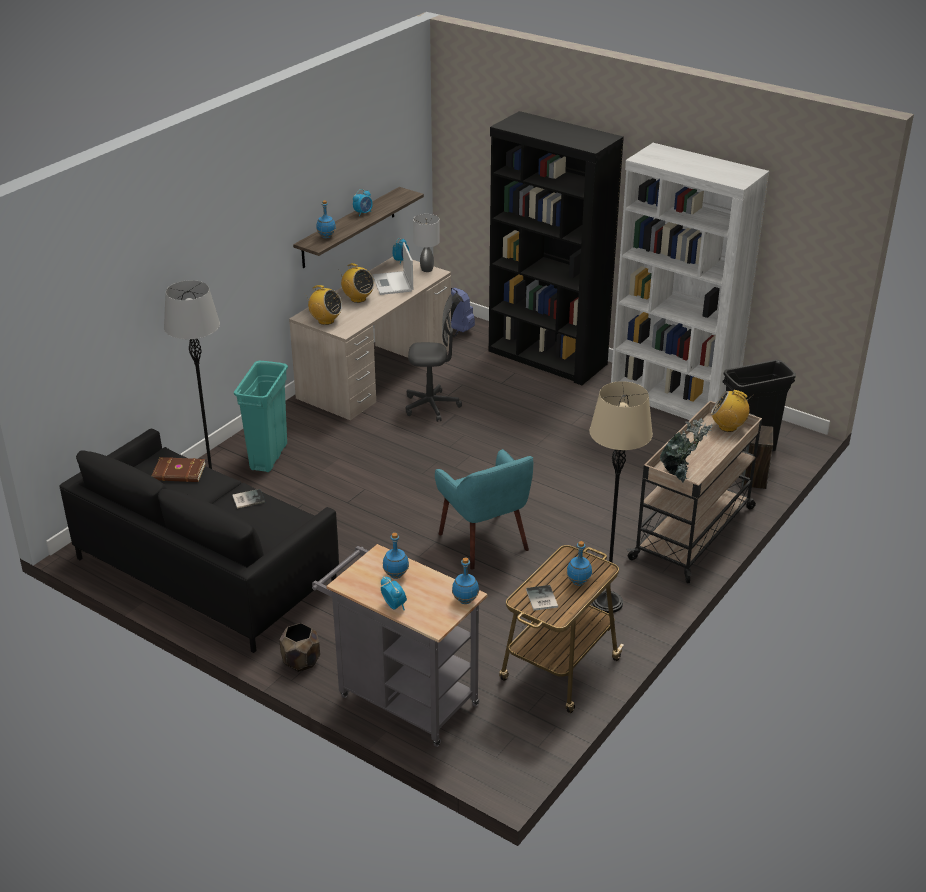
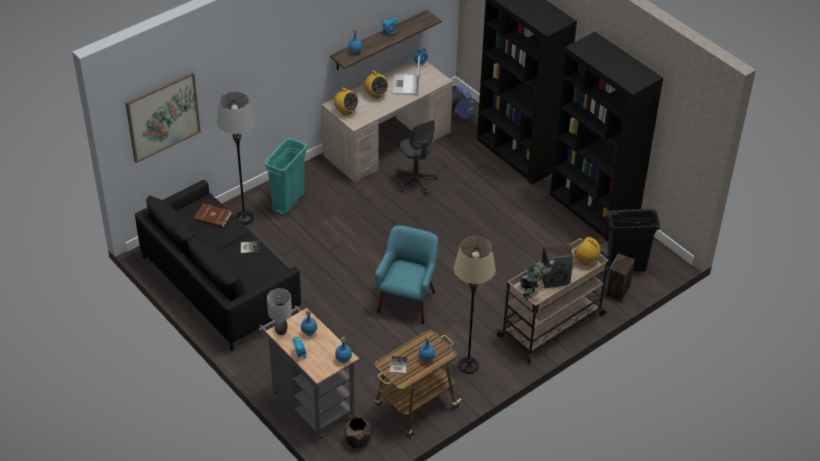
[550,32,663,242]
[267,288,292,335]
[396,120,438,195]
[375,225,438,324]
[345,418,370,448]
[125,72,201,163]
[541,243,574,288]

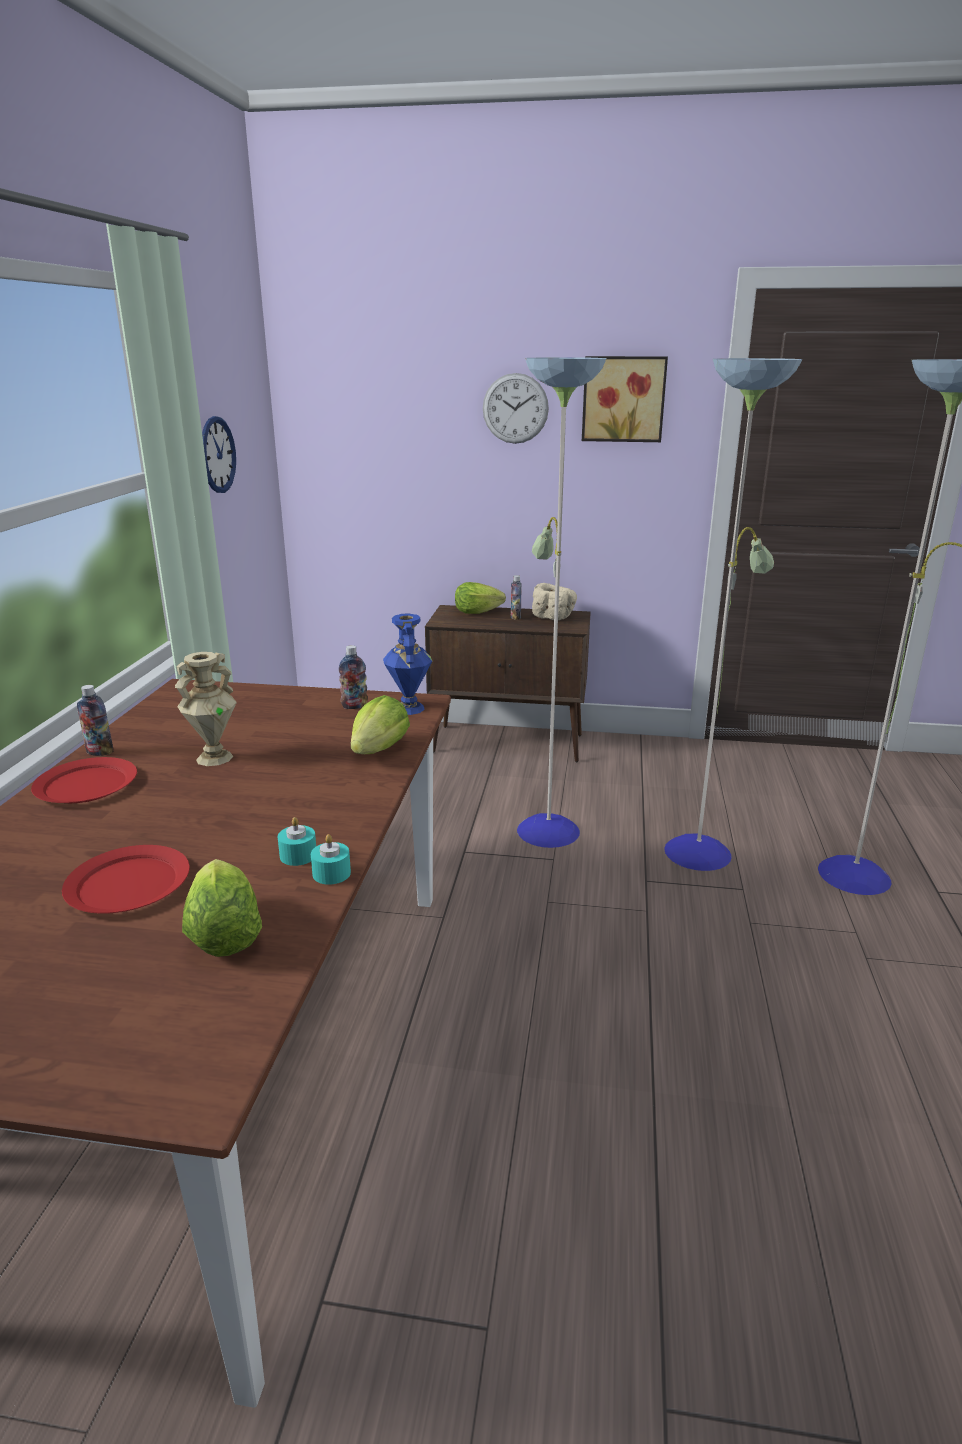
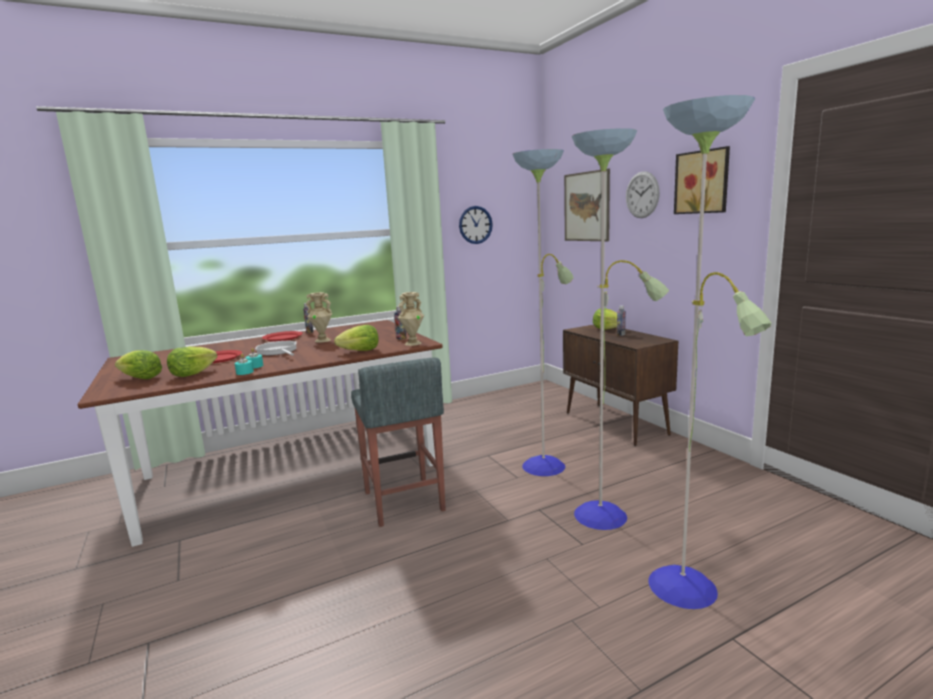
[532,583,577,620] (first image)
[398,292,424,346]
[564,169,610,241]
[255,341,297,356]
[115,350,162,379]
[351,357,446,527]

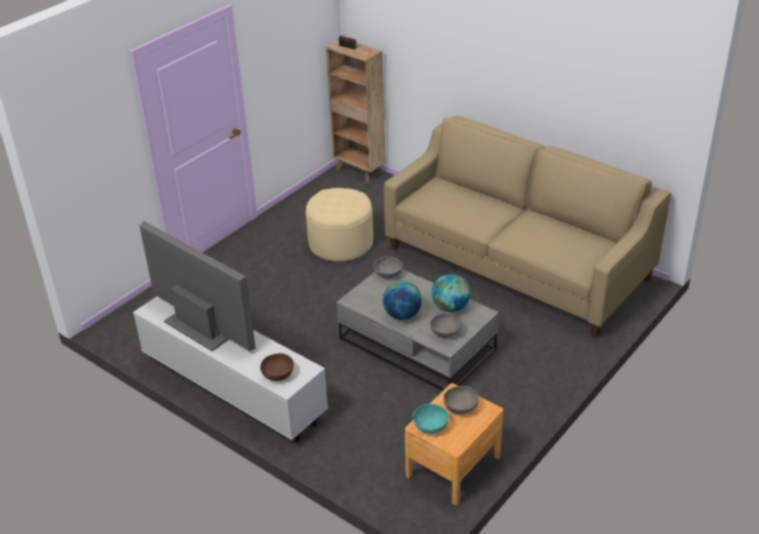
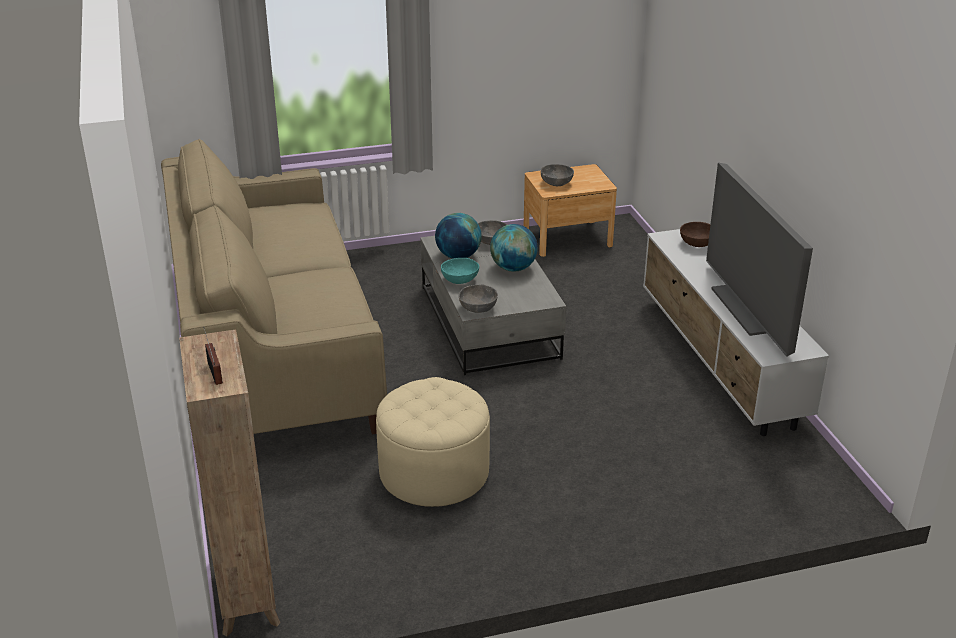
[441,258,479,284]

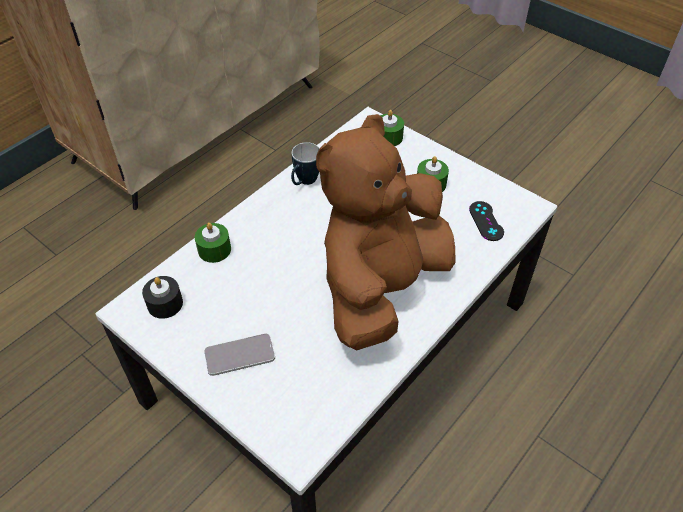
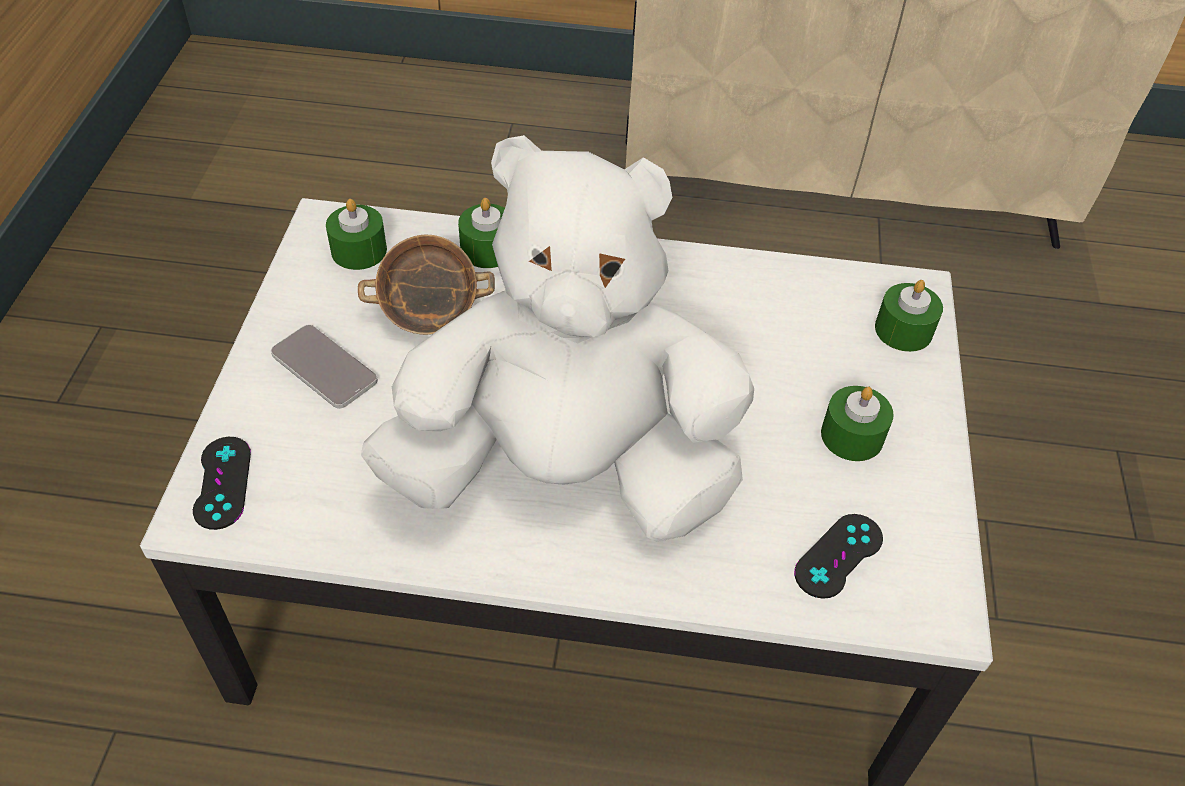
[361,135,754,542]
[291,142,320,185] (first image)
[326,199,387,270]
[358,235,495,335]
[193,437,251,530]

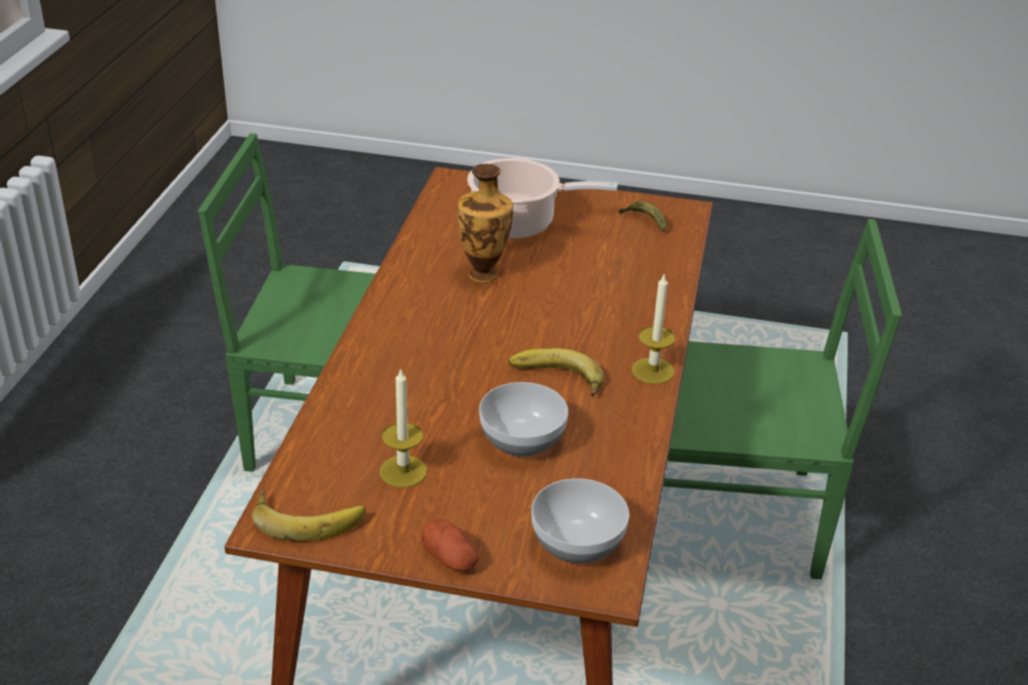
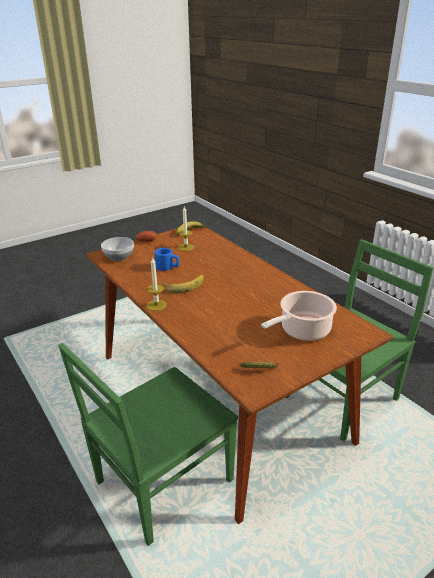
[457,164,513,283] (first image)
[155,248,179,271]

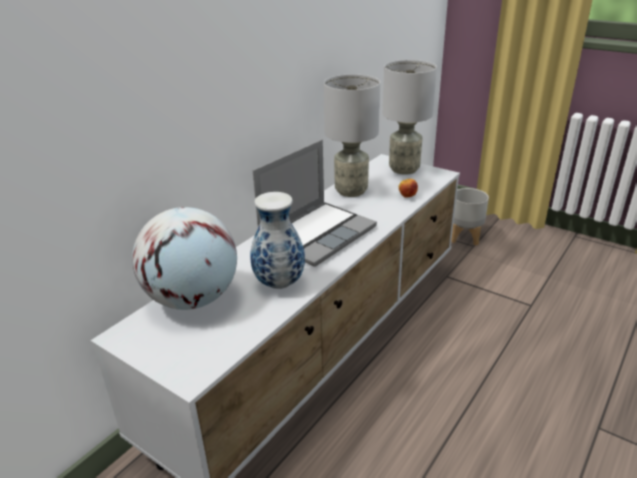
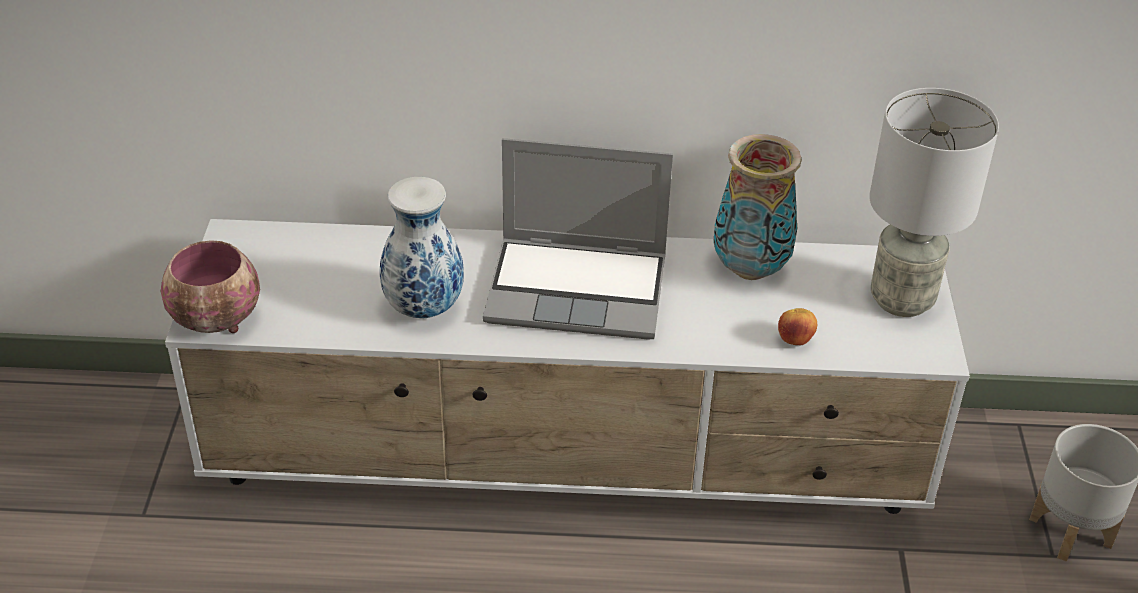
[713,134,802,280]
[132,207,237,310] (first image)
[161,240,260,333]

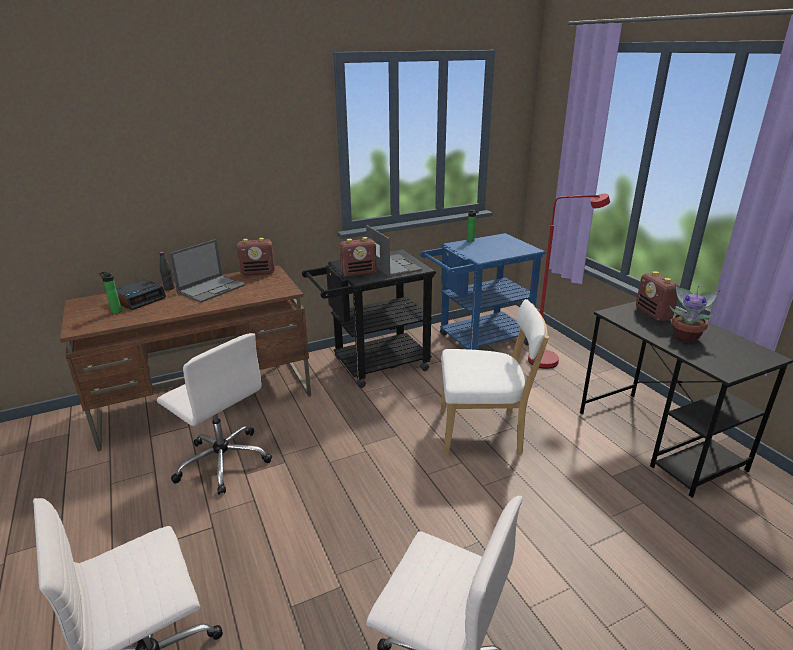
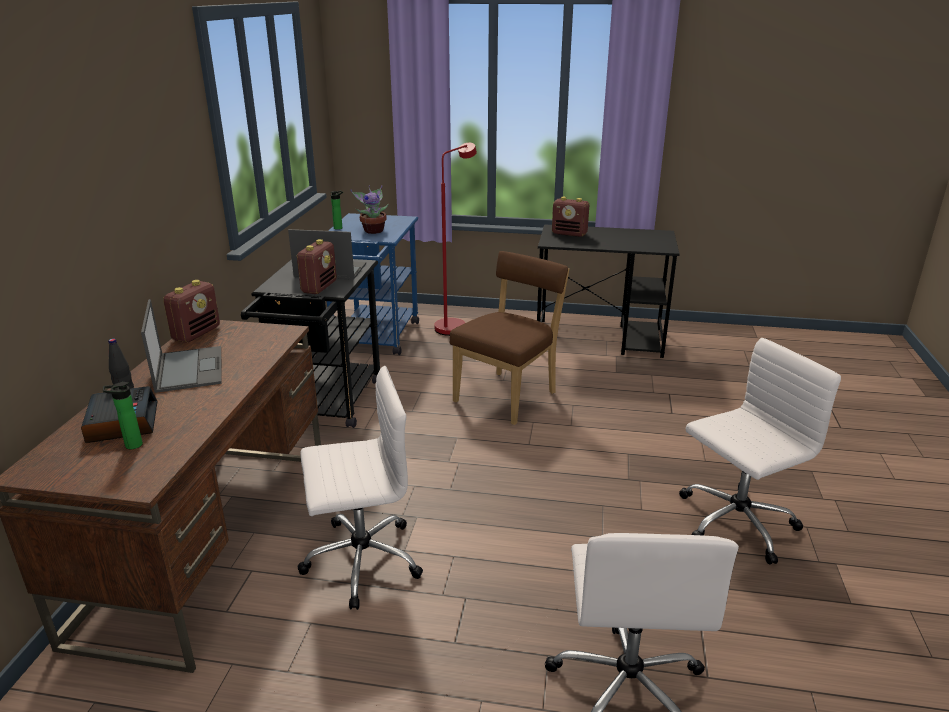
[350,185,389,234]
[450,251,569,425]

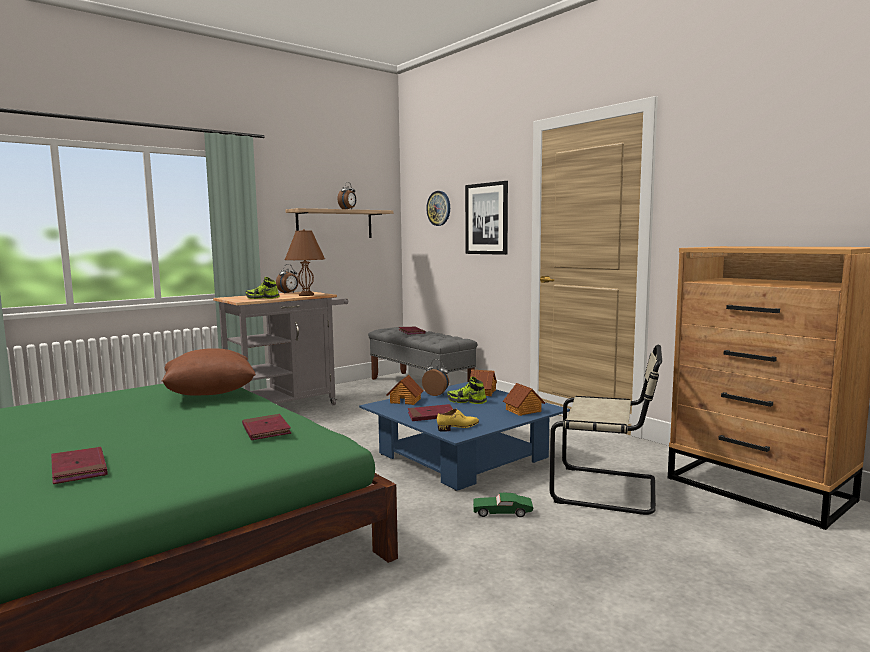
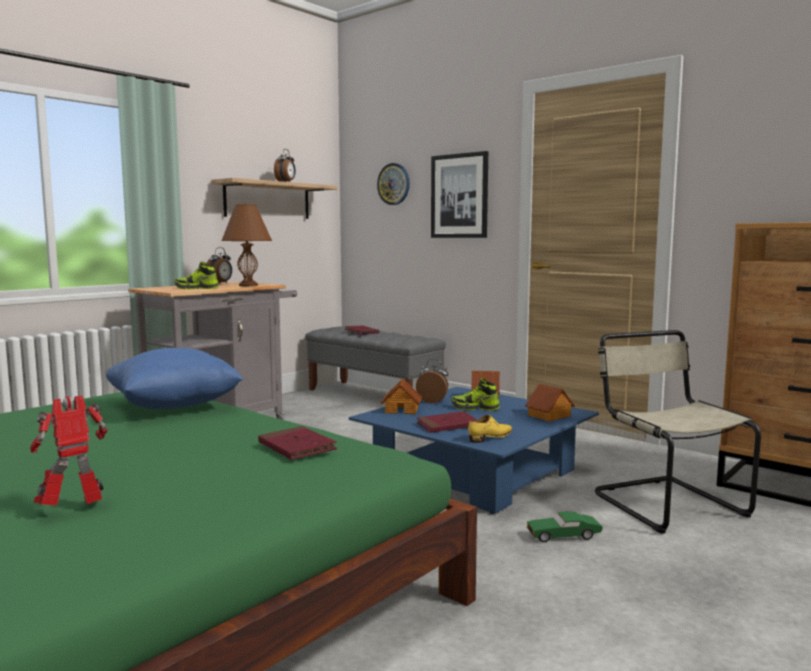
[595,330,761,534]
[106,348,243,409]
[30,395,108,505]

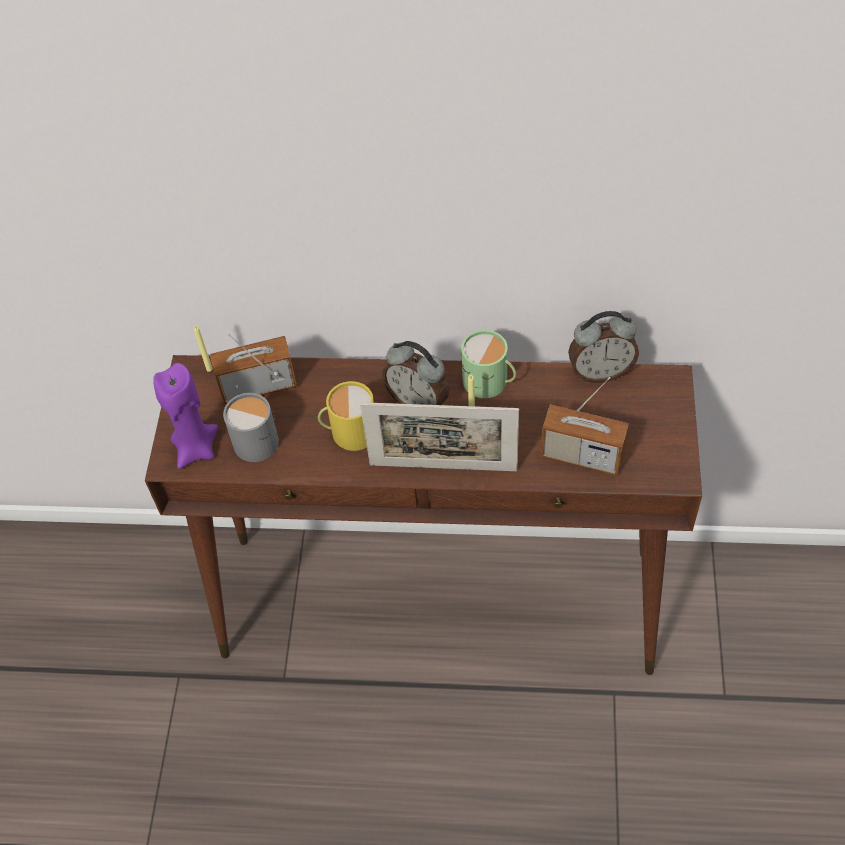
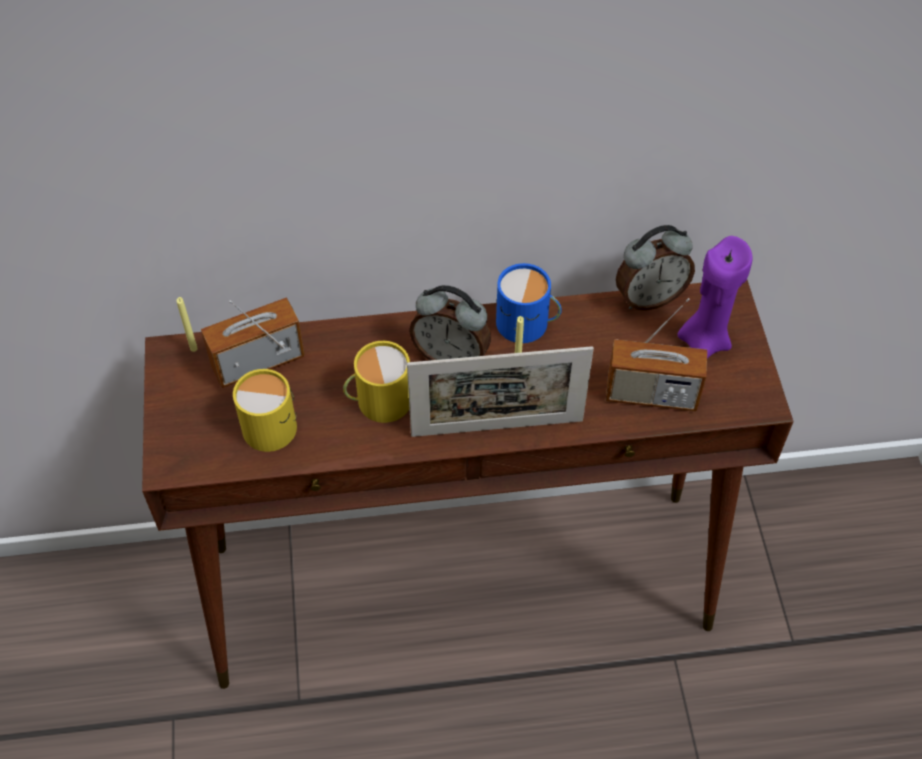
[496,263,562,343]
[678,236,752,359]
[233,369,297,452]

